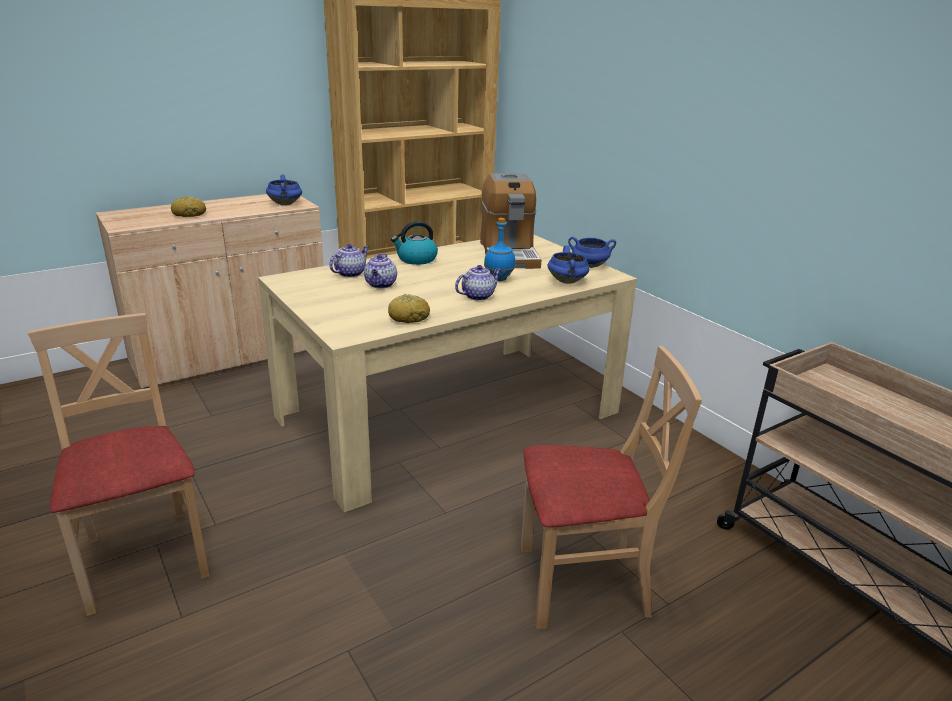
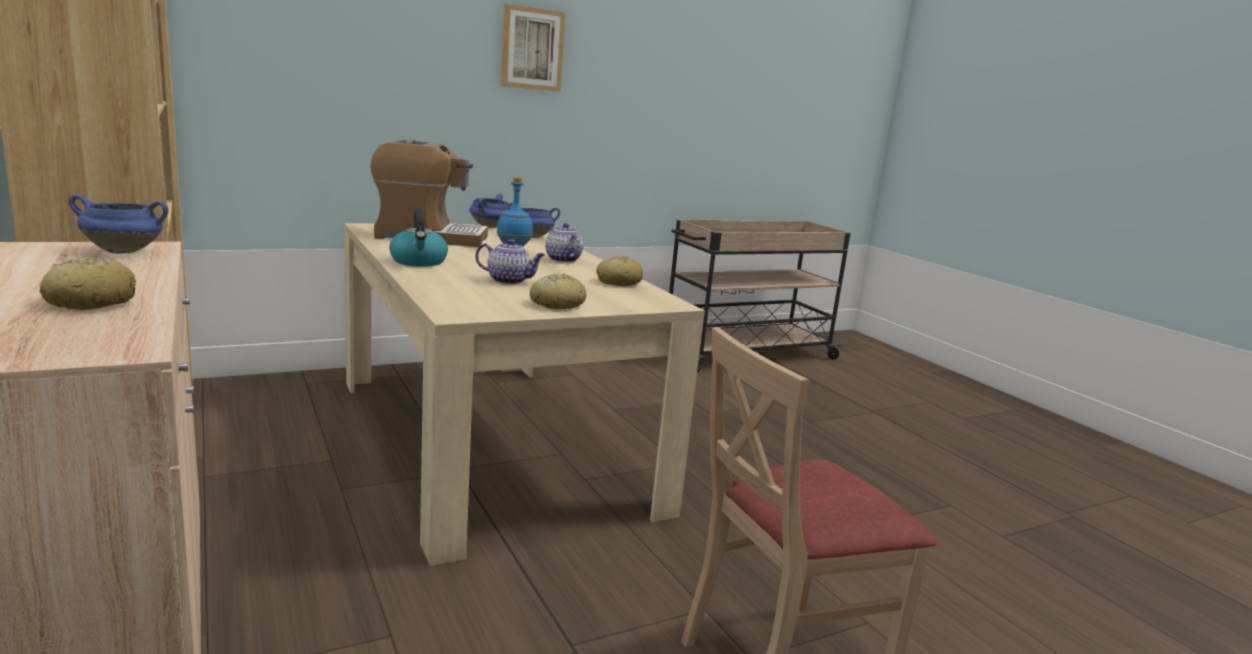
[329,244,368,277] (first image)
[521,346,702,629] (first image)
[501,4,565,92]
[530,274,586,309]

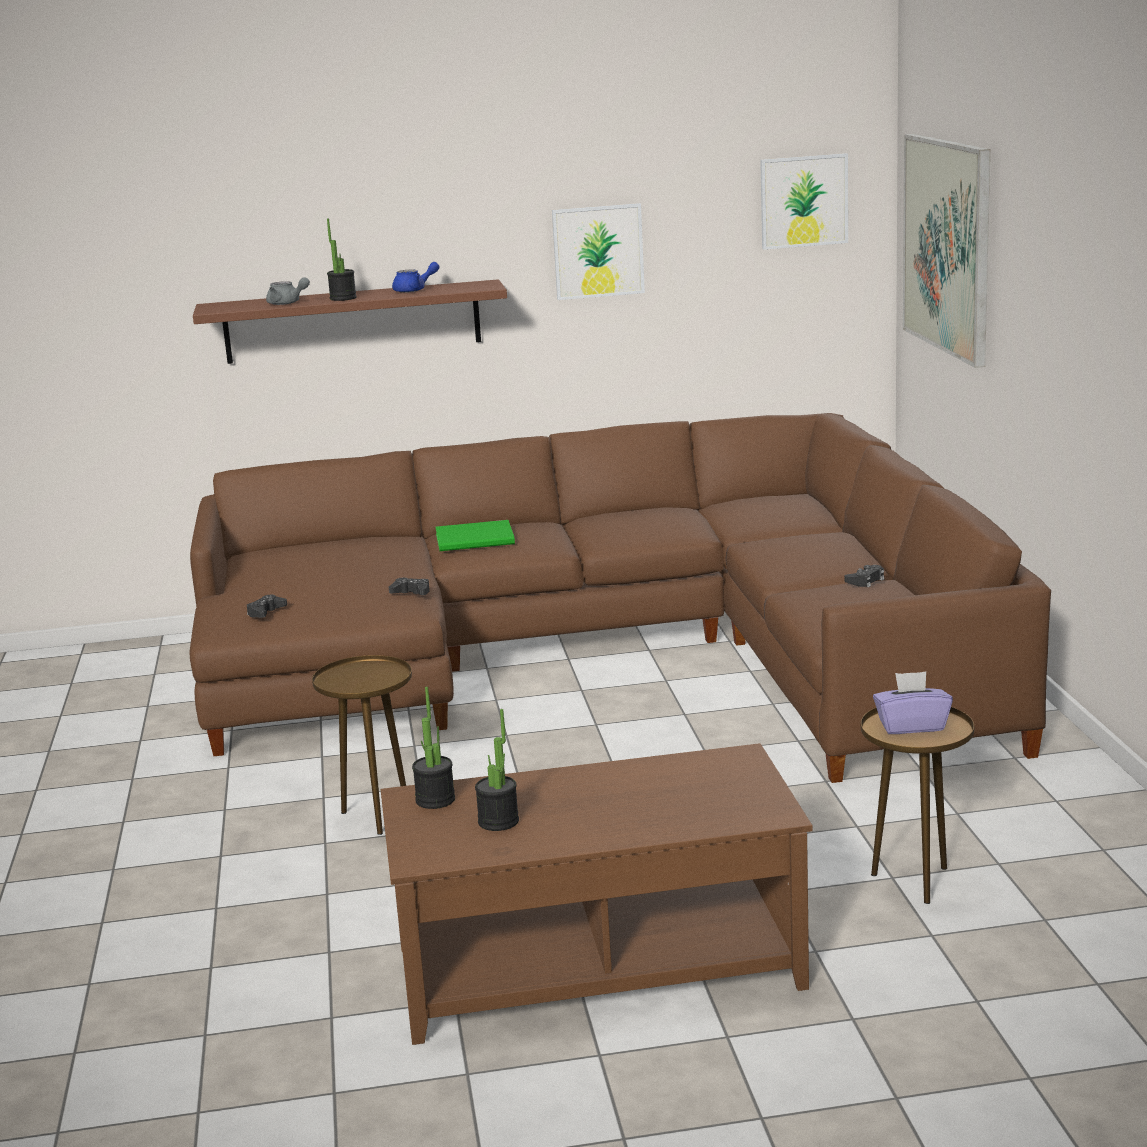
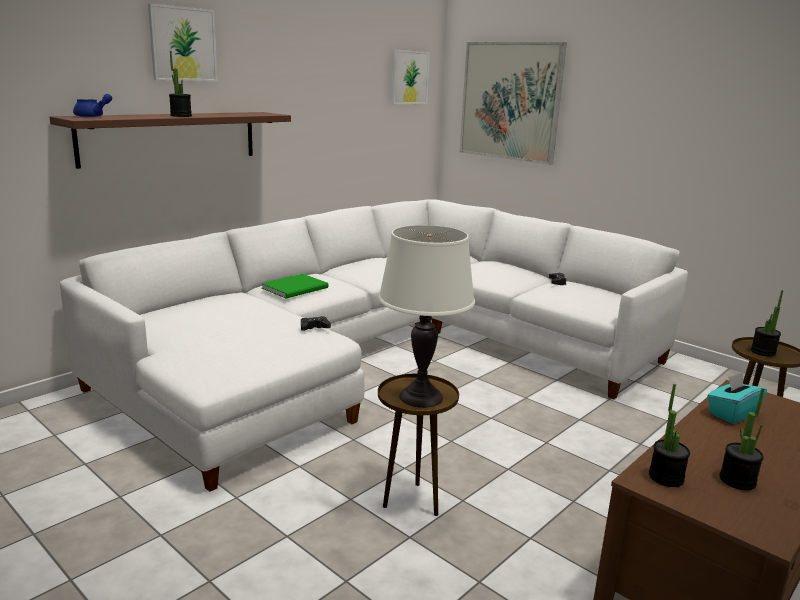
[148,3,218,81]
[73,94,112,117]
[266,277,310,305] (first image)
[60,199,688,492]
[247,595,287,618] (first image)
[751,290,783,357]
[378,225,475,408]
[707,372,767,424]

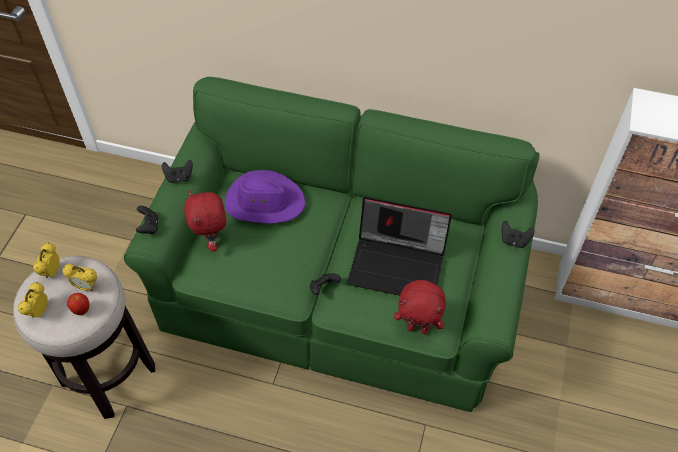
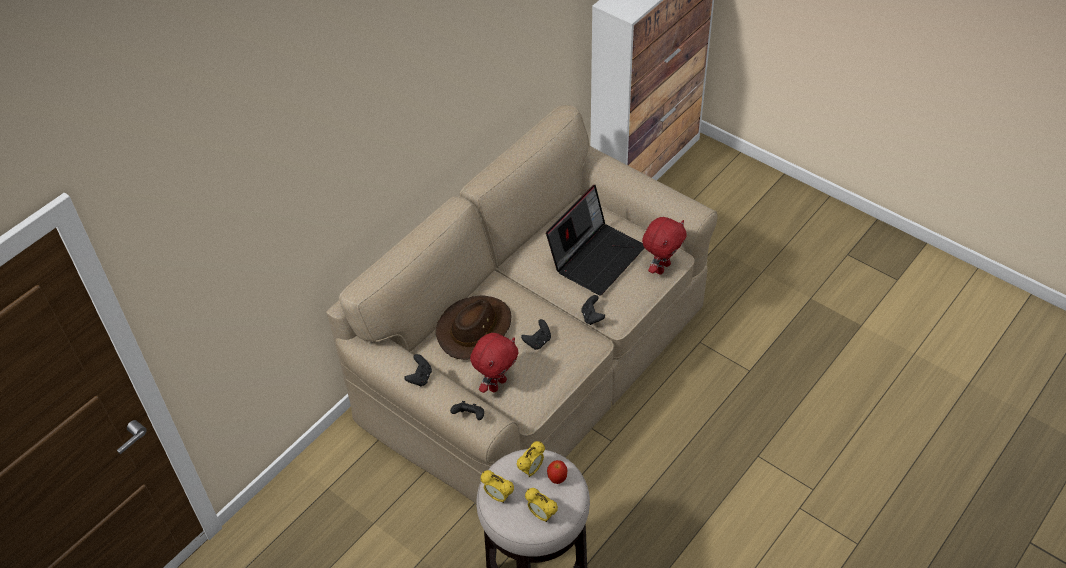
[326,105,718,504]
[436,295,512,360]
[470,333,519,393]
[521,319,551,350]

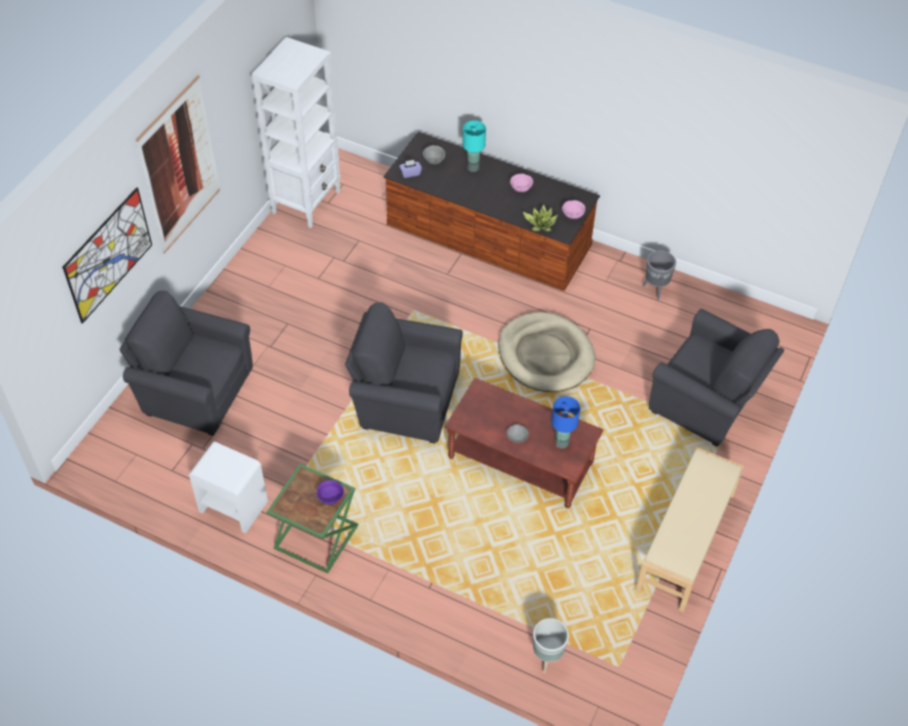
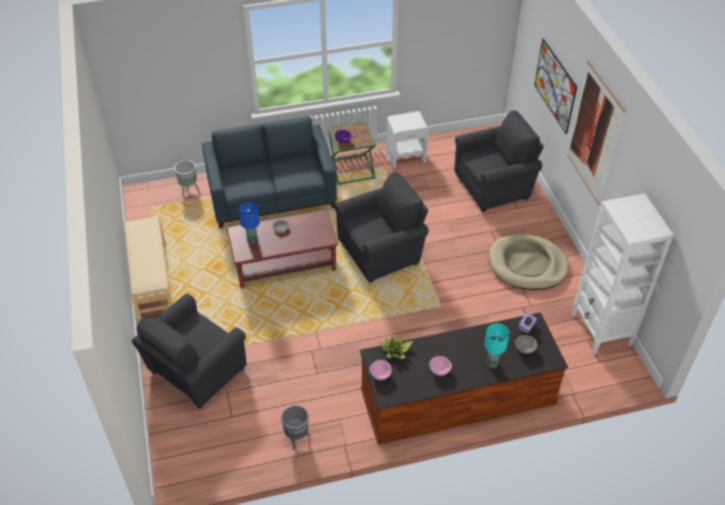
[132,293,246,409]
[489,234,569,290]
[202,116,337,229]

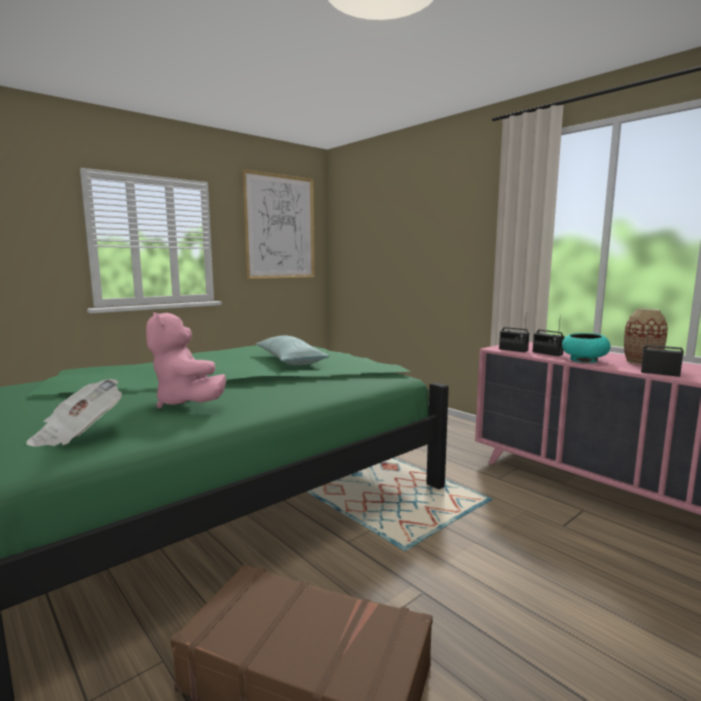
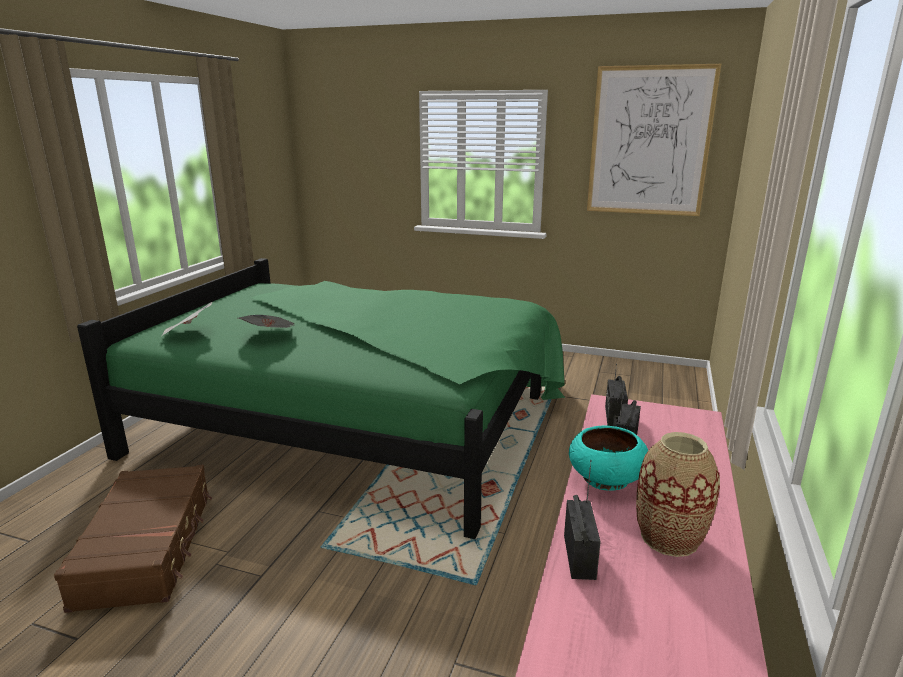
[238,315,295,328]
[256,335,329,365] (first image)

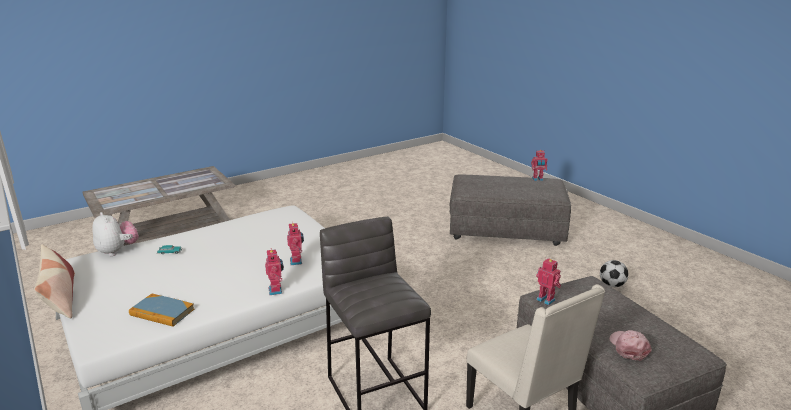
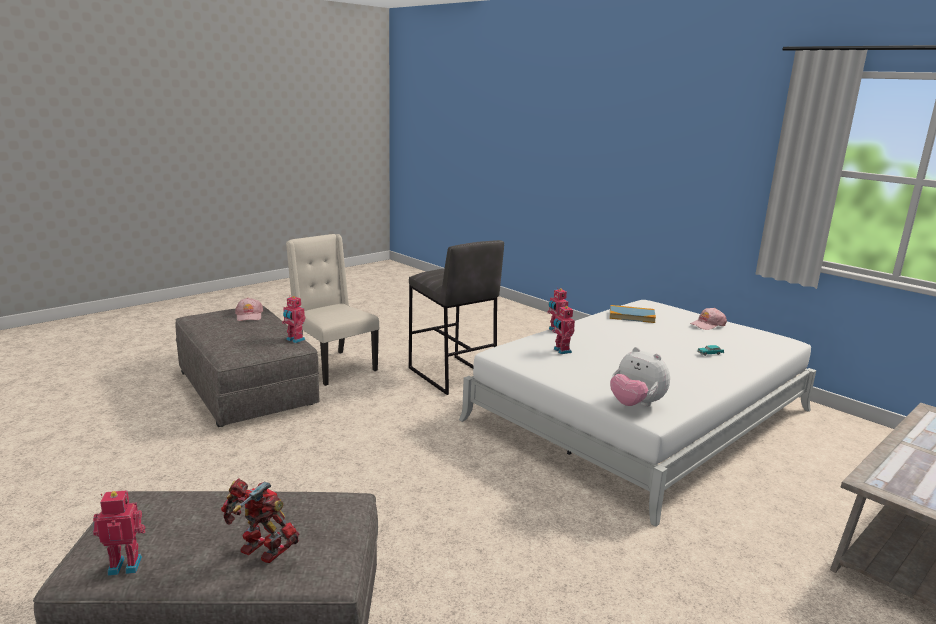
[610,347,670,406]
[34,244,75,318] (first image)
[600,260,629,288] (first image)
[690,308,727,330]
[221,479,299,563]

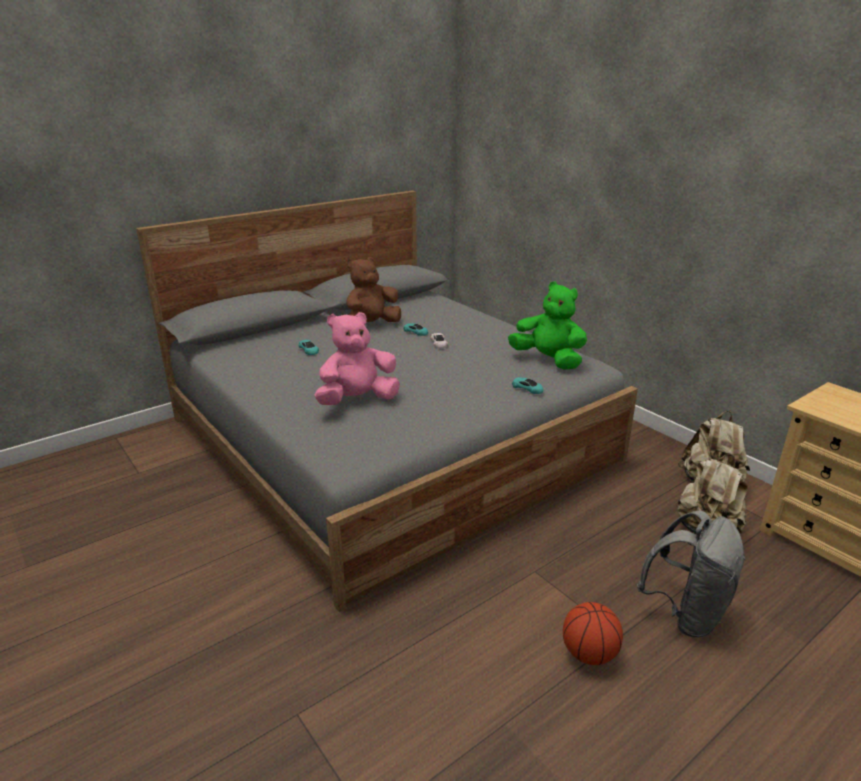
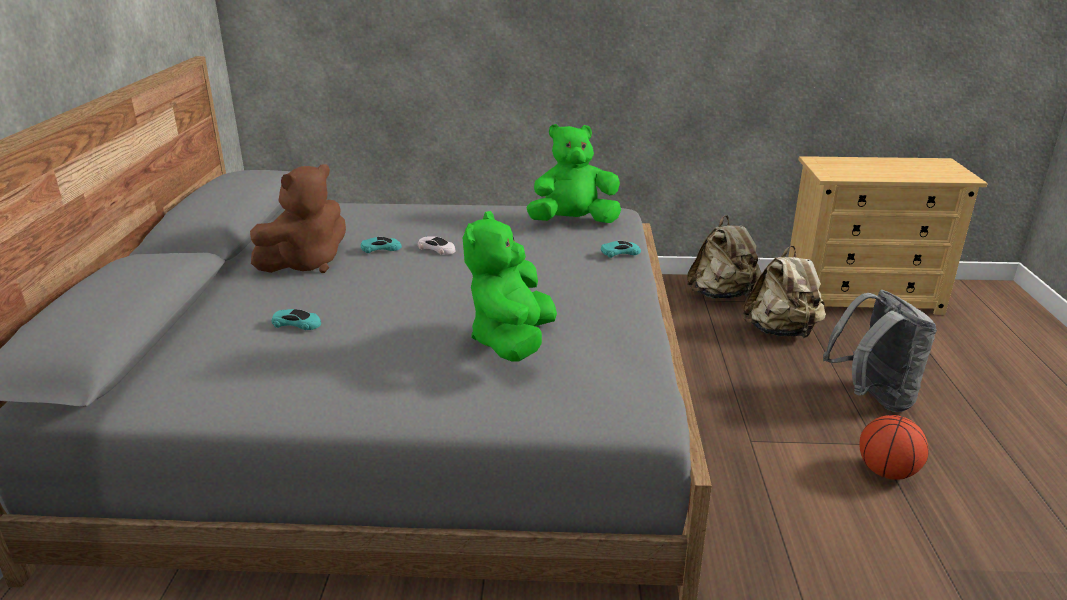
[250,164,346,273]
[463,211,557,361]

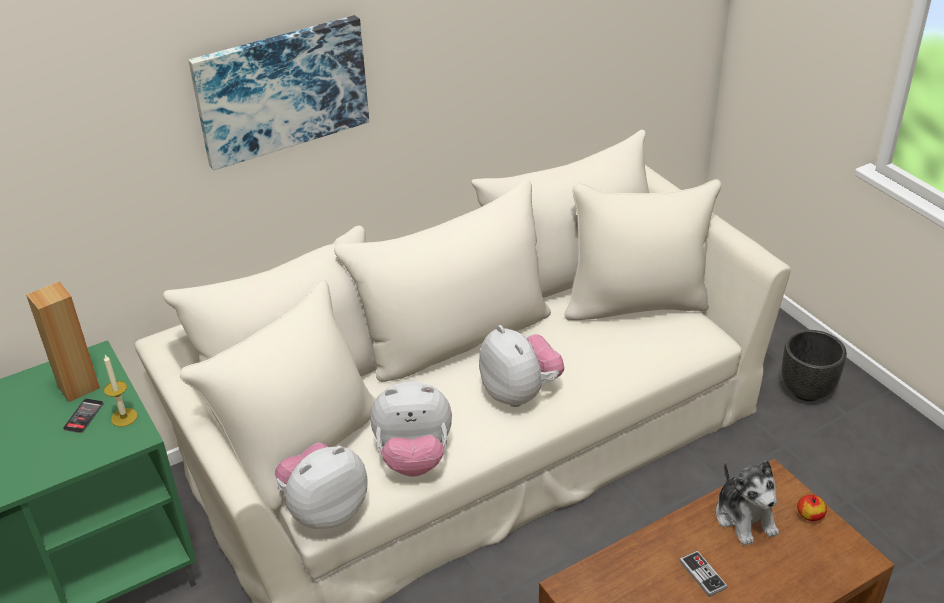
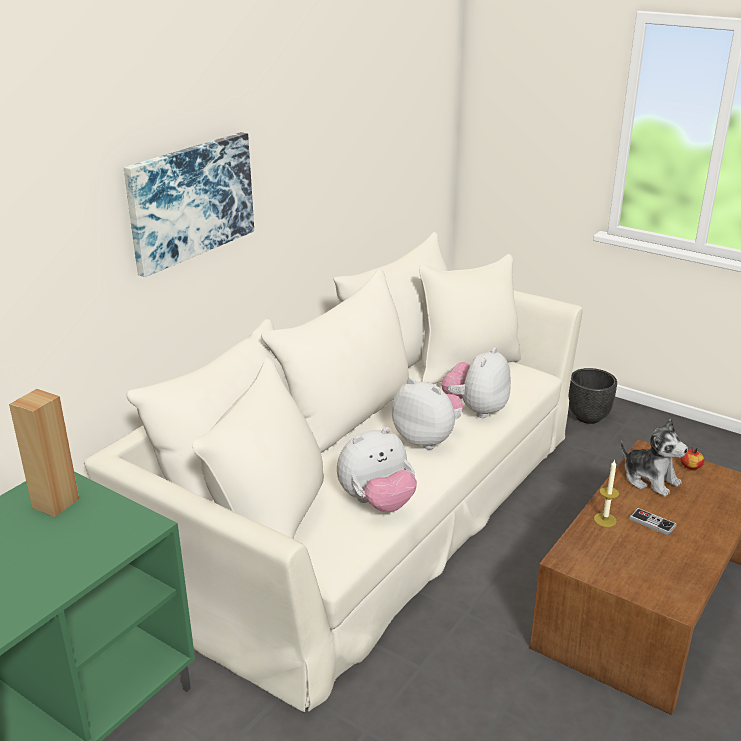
[594,460,619,527]
[63,399,104,433] (first image)
[441,347,511,418]

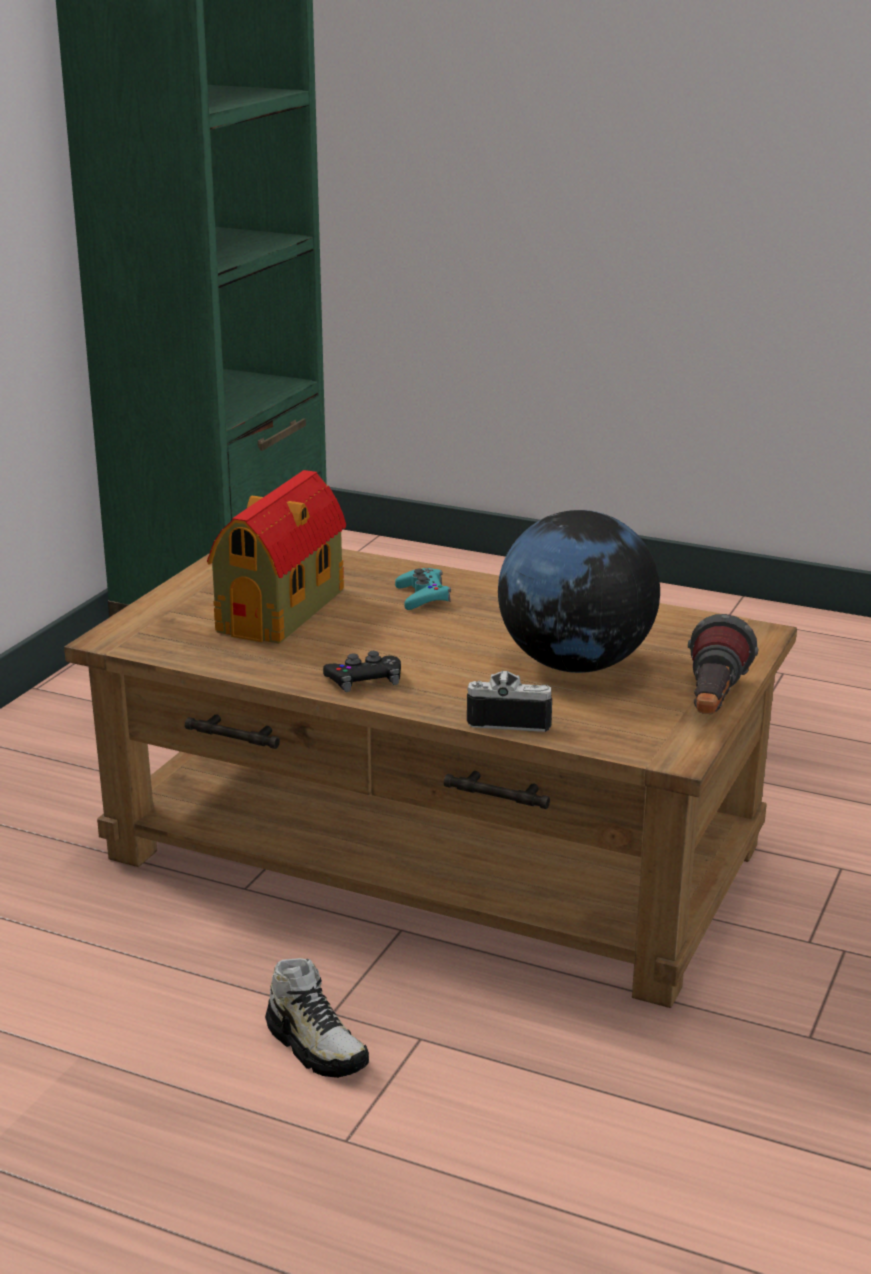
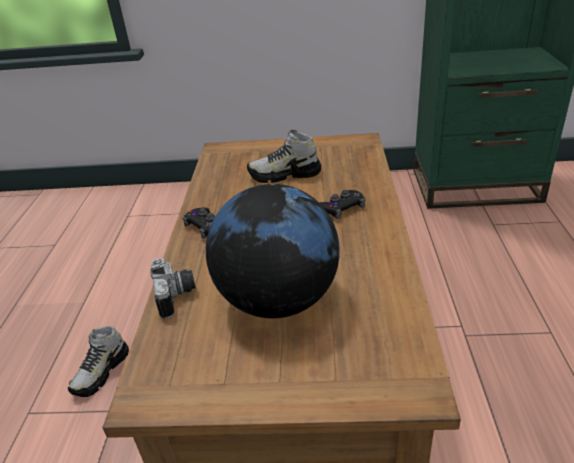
[247,129,321,183]
[320,190,365,219]
[688,614,758,714] (first image)

